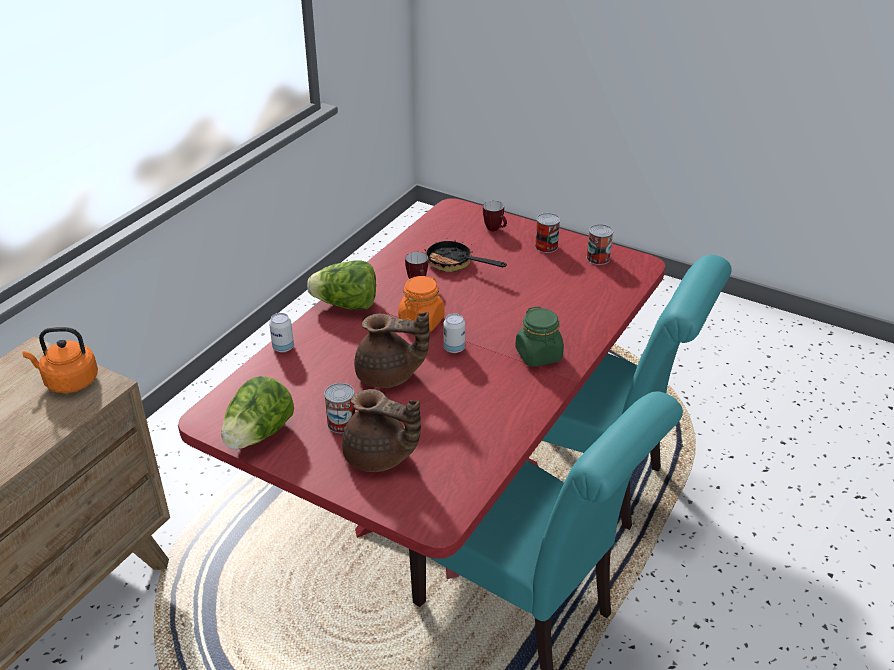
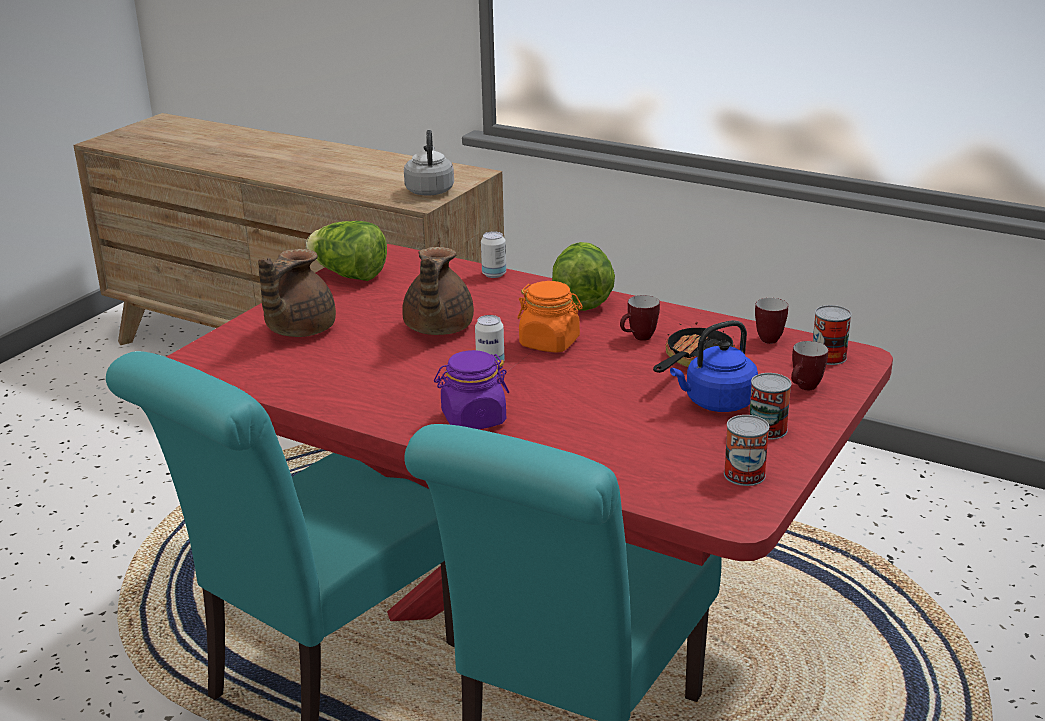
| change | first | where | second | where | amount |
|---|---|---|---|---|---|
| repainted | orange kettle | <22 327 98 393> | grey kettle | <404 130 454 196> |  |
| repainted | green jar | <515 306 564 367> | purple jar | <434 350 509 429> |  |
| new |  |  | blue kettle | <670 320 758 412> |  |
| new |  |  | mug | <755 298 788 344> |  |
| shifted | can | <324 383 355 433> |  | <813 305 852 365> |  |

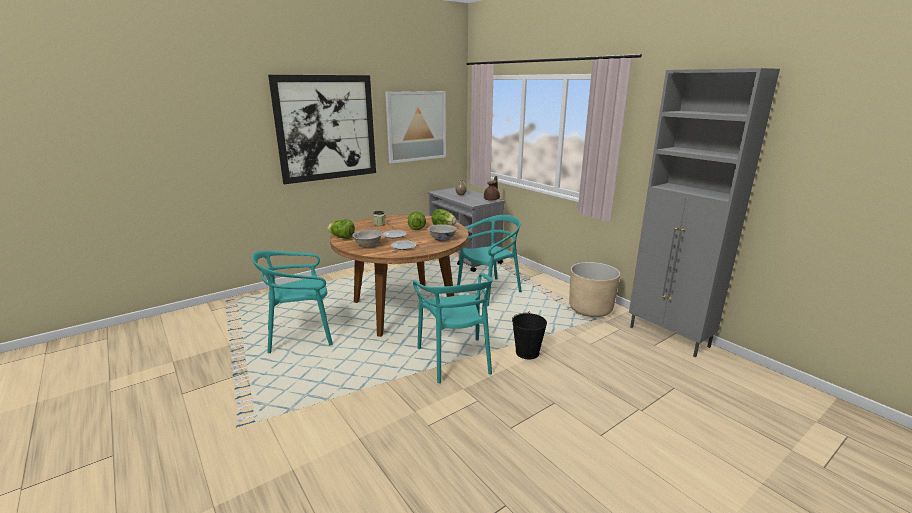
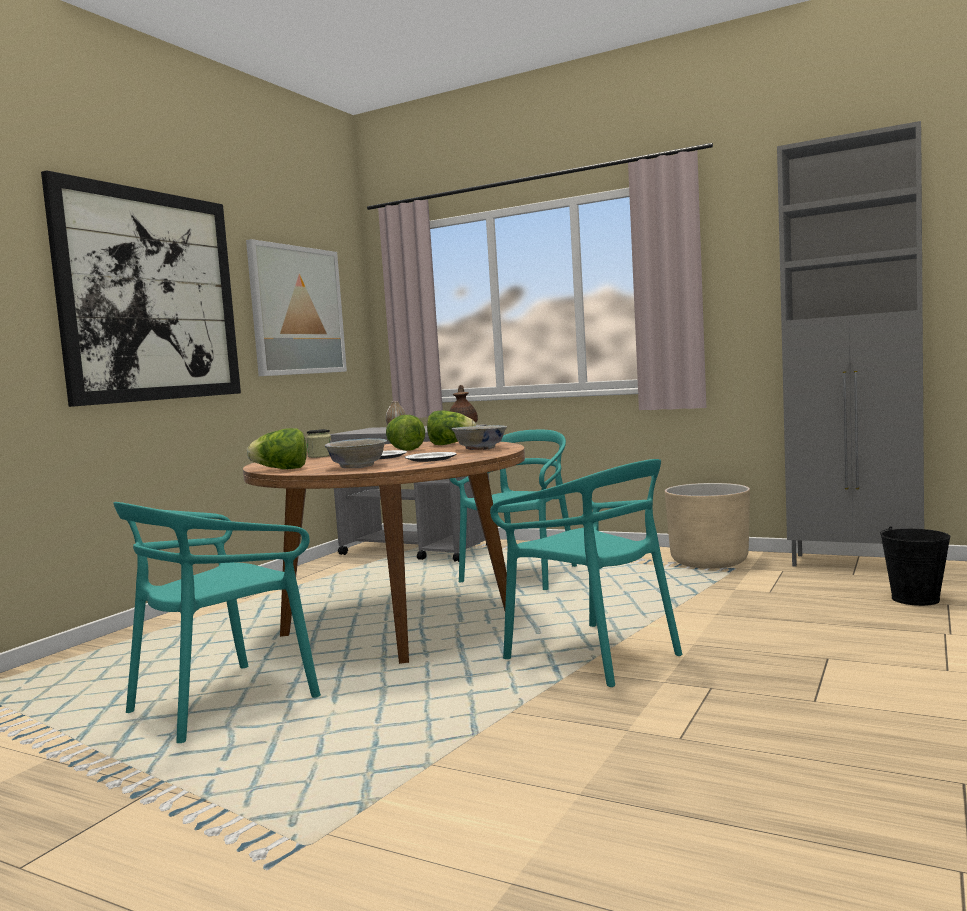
| change | first | where | second | where | amount |
|---|---|---|---|---|---|
| shifted | black bucket | <512 312 547 359> |  | <880 526 951 606> |  |

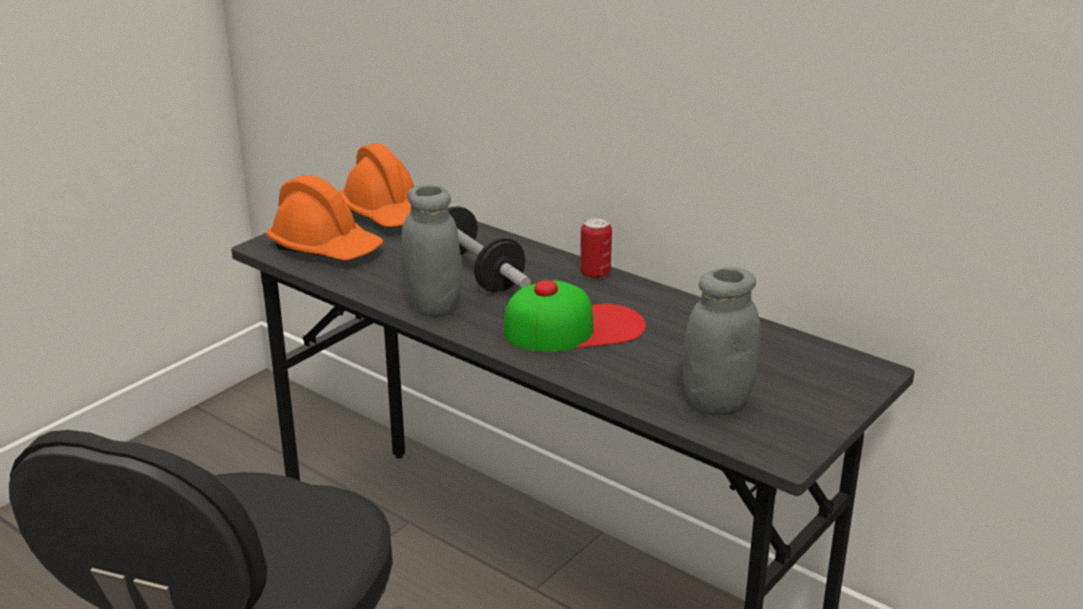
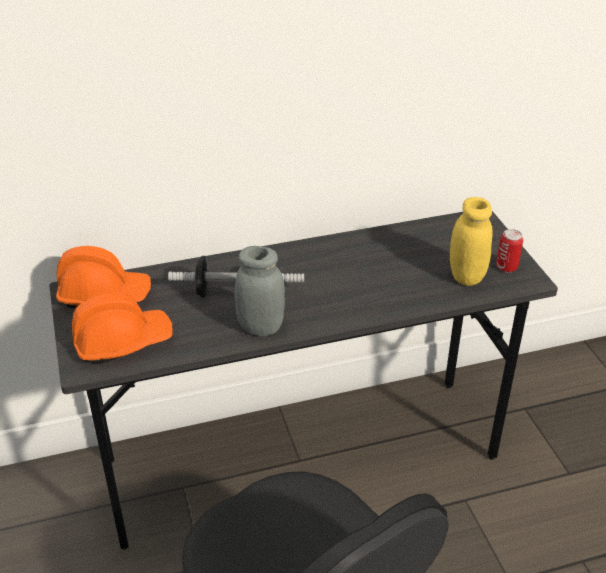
| change | first | where | second | where | amount |
|---|---|---|---|---|---|
| repainted | grey jar | <683 267 761 413> | yellow jar | <450 197 493 286> |  |
| shifted | can | <580 217 612 279> |  | <496 229 523 273> |  |
| gone | cap | <503 280 646 352> |  |  |  |

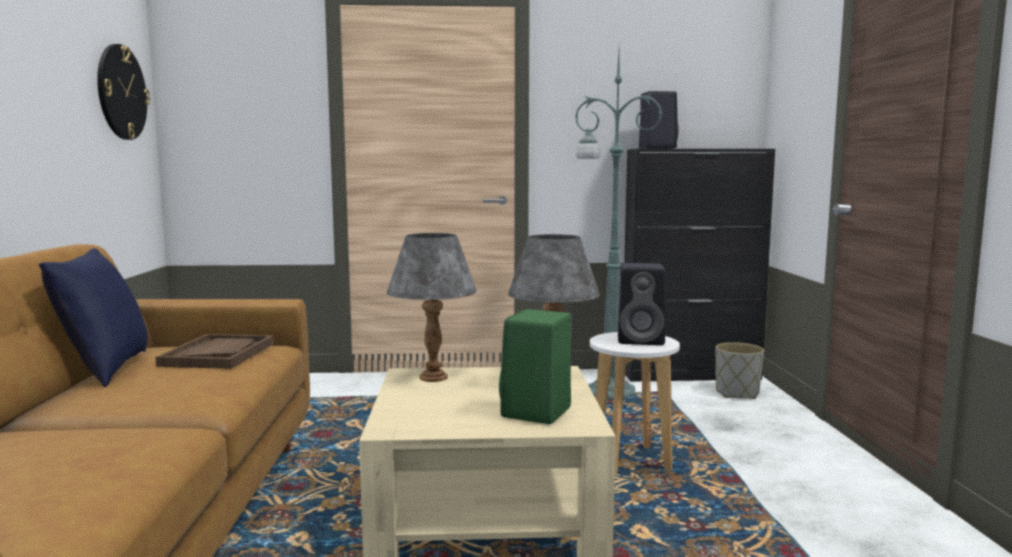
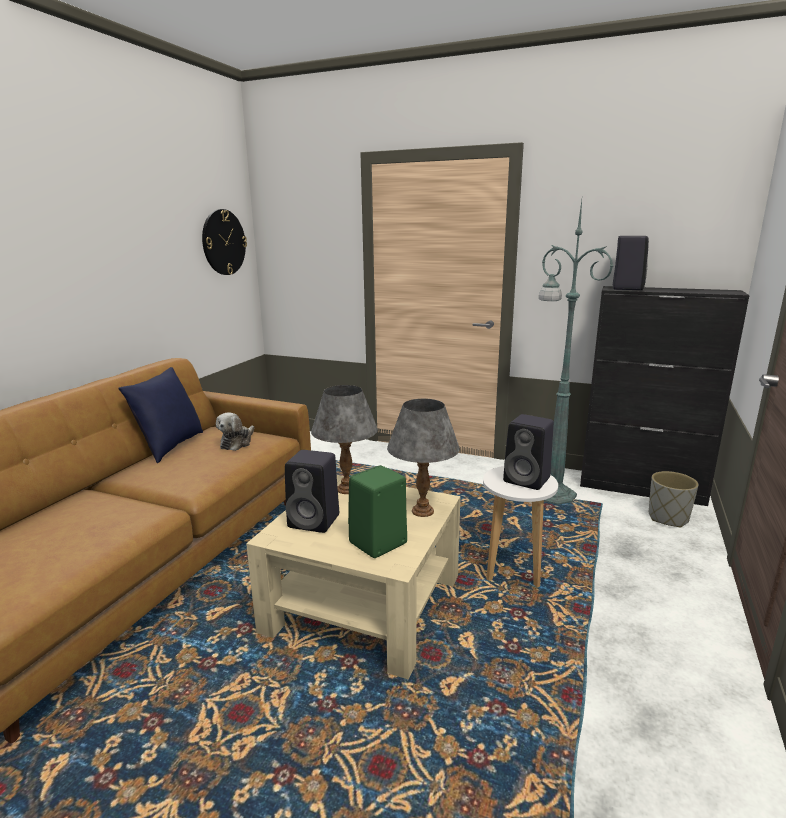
| change | first | where | second | where | amount |
|---|---|---|---|---|---|
| swapped | brown tray | <155 334 274 369> | plush toy | <216 412 254 451> |  |
| new |  |  | black speaker | <285 450 339 533> |  |

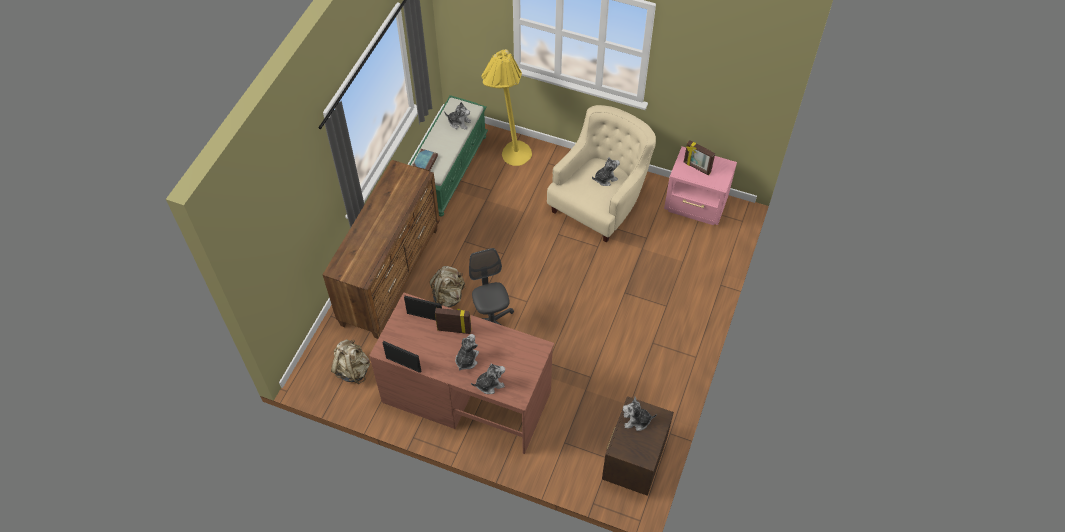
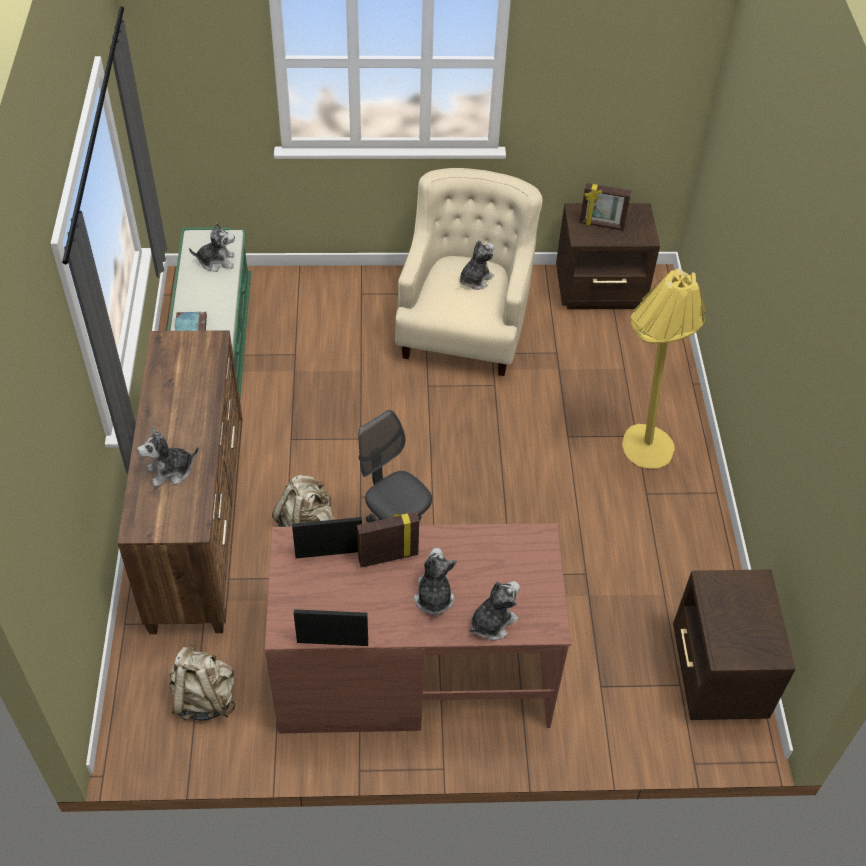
| change | first | where | second | where | amount |
|---|---|---|---|---|---|
| shifted | plush toy | <623 397 657 431> |  | <137 426 199 487> |  |
| repainted | pink nightstand | <664 146 737 225> | brown nightstand | <556 203 660 309> |  |
| shifted | yellow floor lamp | <481 49 532 166> |  | <622 268 706 469> |  |

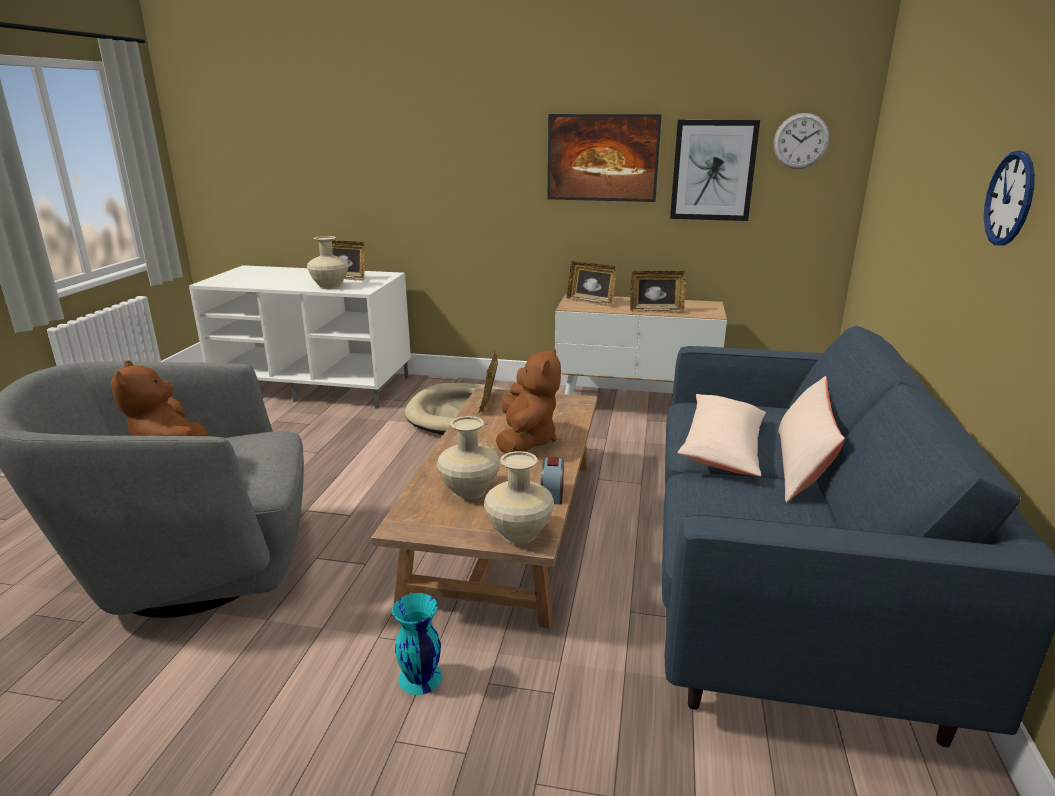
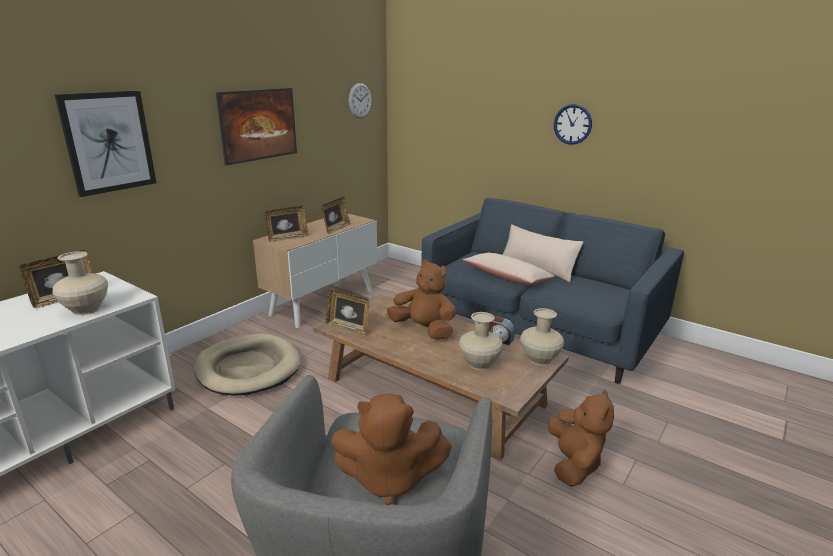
| change | first | where | second | where | amount |
|---|---|---|---|---|---|
| shifted | picture | <670 120 760 221> |  | <55 91 156 197> |  |
| swapped | turquoise vase | <392 593 442 695> | brown plush toy | <548 390 614 487> |  |

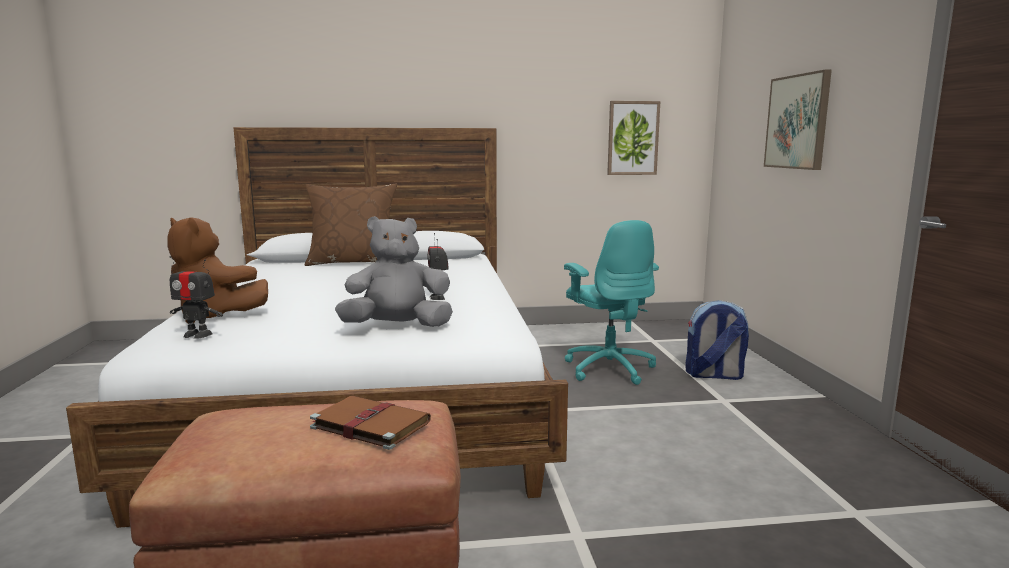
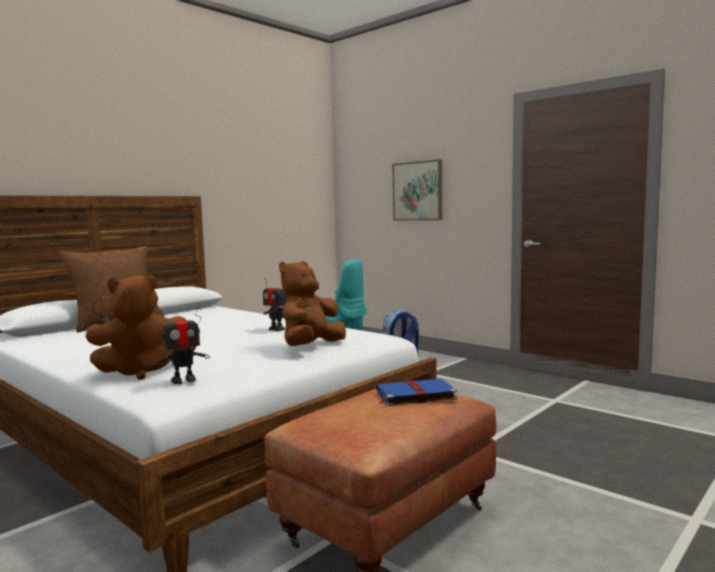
| change | first | where | second | where | amount |
|---|---|---|---|---|---|
| repainted | grey plush toy | <335 216 453 327> | brown plush toy | <279 261 346 346> |  |
| repainted | brown book | <310 396 431 450> | blue book | <376 379 457 406> |  |
| gone | picture | <607 101 660 175> |  |  |  |

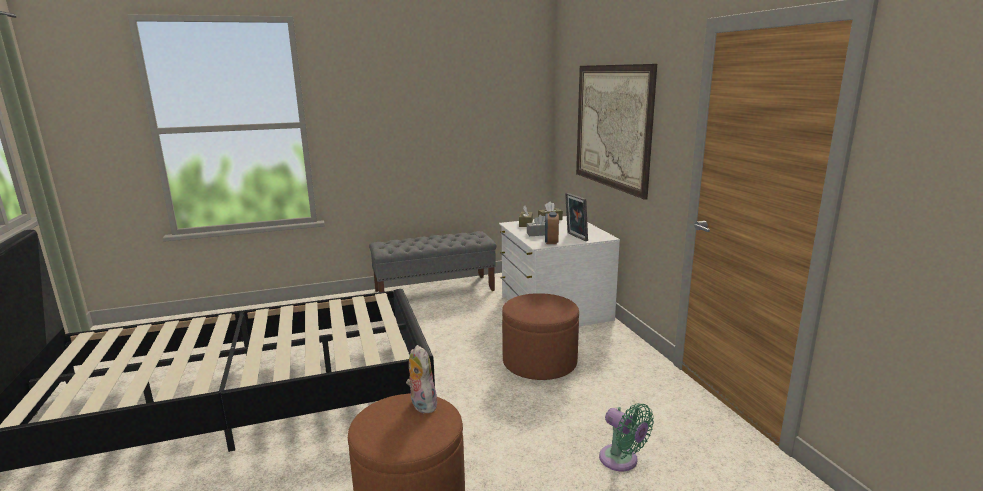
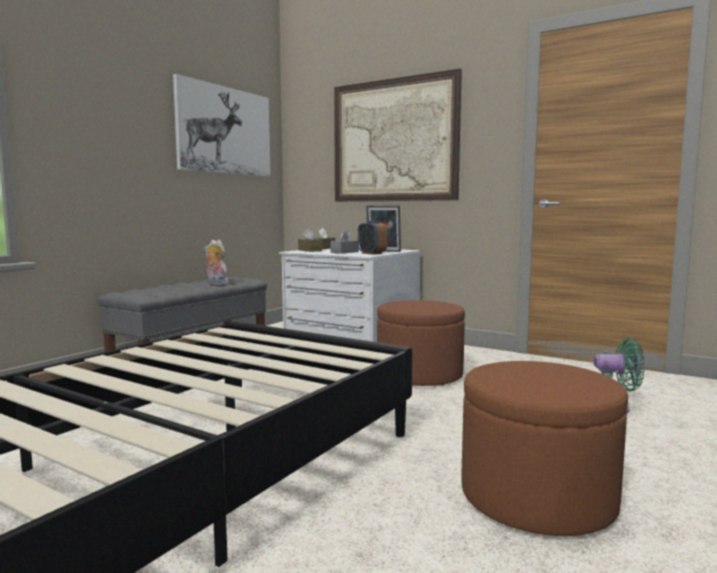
| change | first | where | second | where | amount |
|---|---|---|---|---|---|
| new |  |  | picture | <173 74 270 177> |  |
| shifted | plush toy | <406 345 437 413> |  | <203 240 229 285> |  |

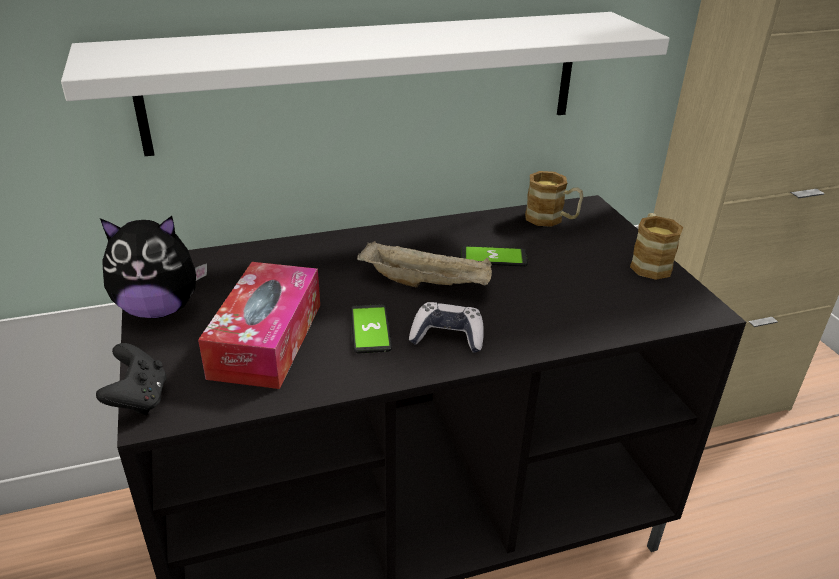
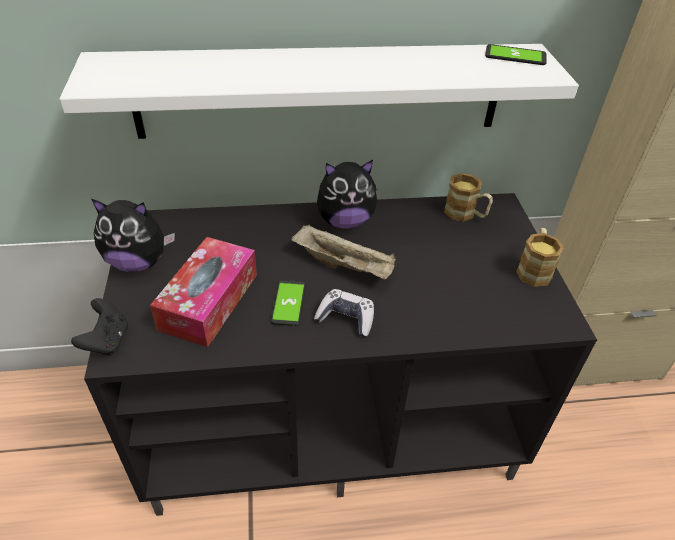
| change | first | where | second | where | amount |
|---|---|---|---|---|---|
| new |  |  | plush toy | <317 160 377 229> |  |
| shifted | phone | <461 246 528 267> |  | <485 44 547 65> |  |

